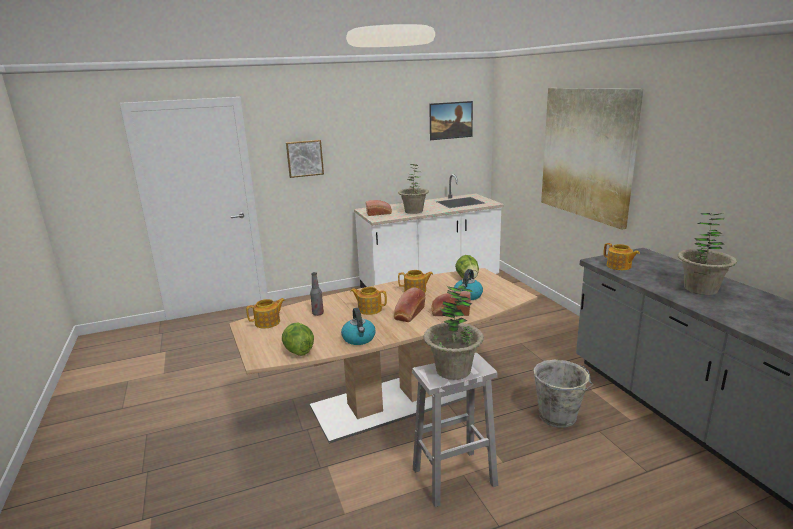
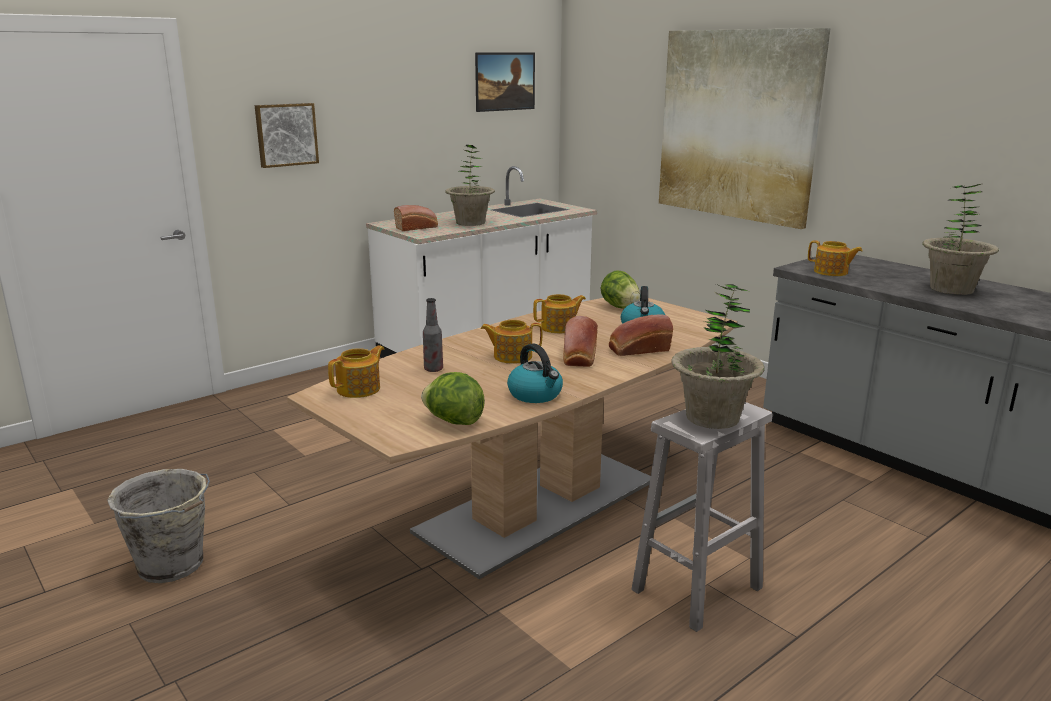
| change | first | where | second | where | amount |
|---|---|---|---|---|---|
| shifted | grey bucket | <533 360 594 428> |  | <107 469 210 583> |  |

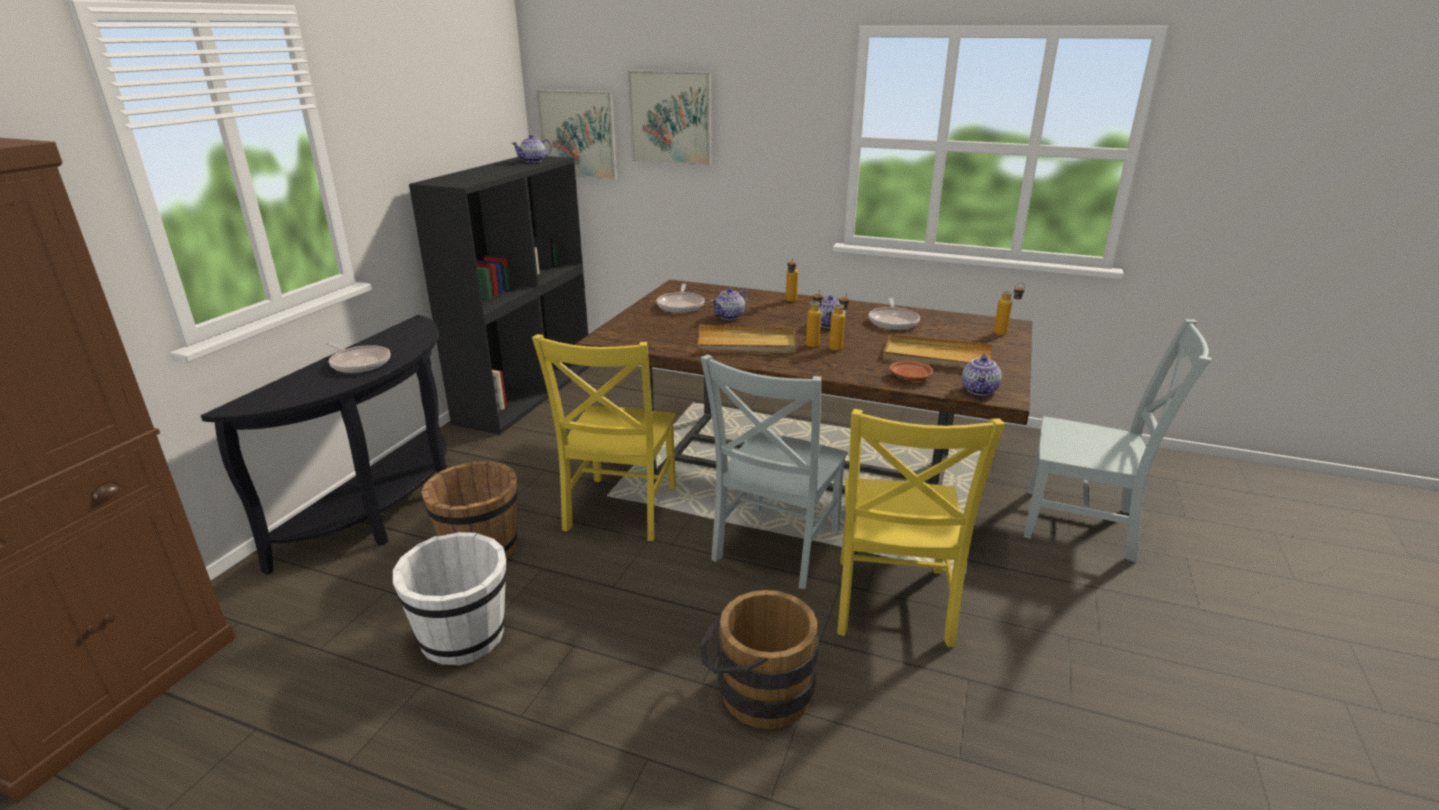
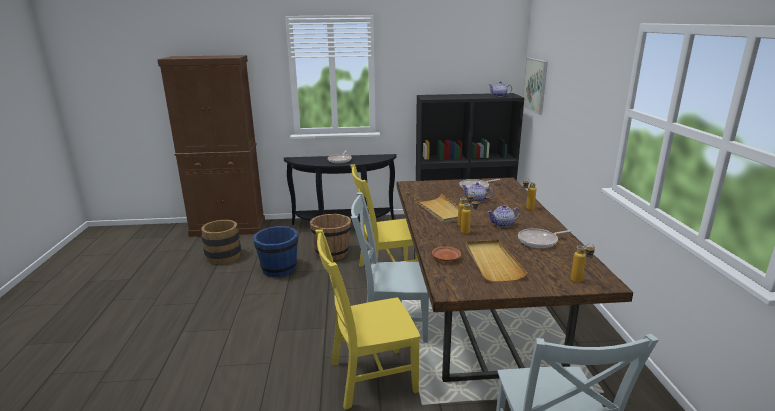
| change | first | where | second | where | amount |
|---|---|---|---|---|---|
| shifted | brown bucket | <700 590 819 729> |  | <198 220 242 264> |  |
| repainted | white bucket | <393 532 507 666> | blue bucket | <253 226 298 277> |  |
| gone | picture | <628 70 712 166> |  |  |  |
| gone | teapot | <962 354 1002 396> |  |  |  |

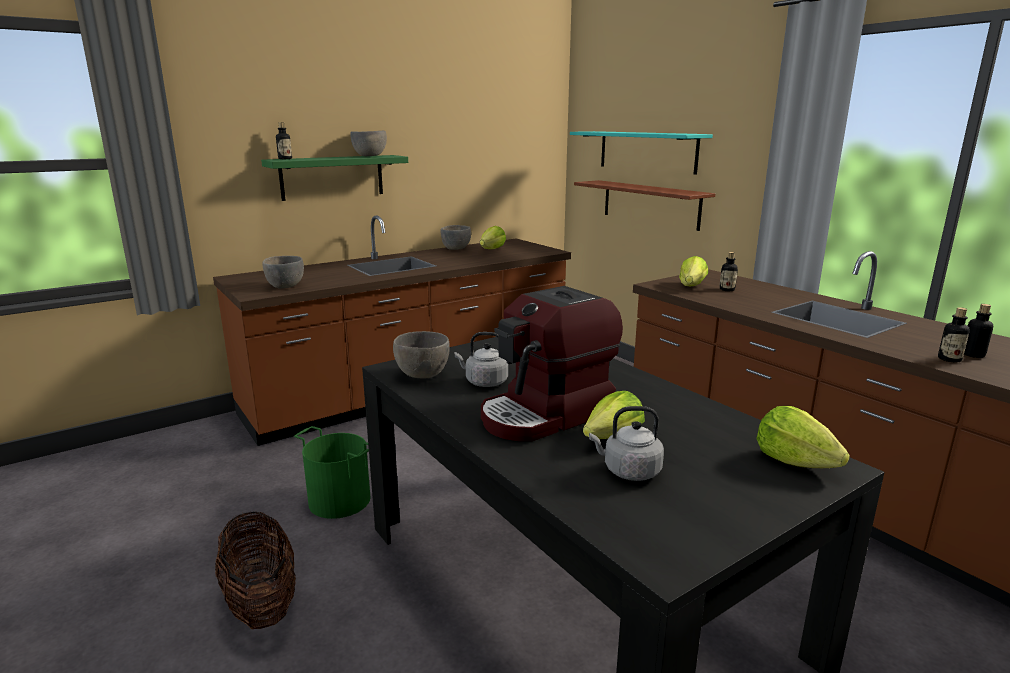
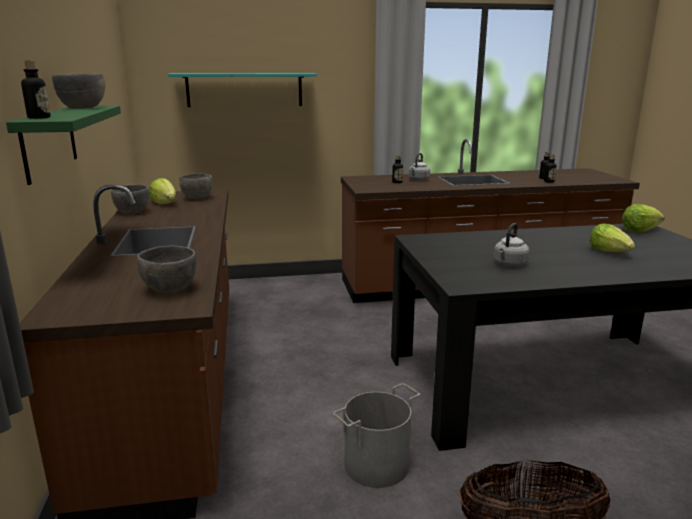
| change | first | where | second | where | amount |
|---|---|---|---|---|---|
| shifted | grey bowl | <393 331 450 378> |  | <179 174 212 199> |  |
| repainted | green bucket | <294 426 370 519> | grey bucket | <333 383 420 488> |  |
| shifted | grey kettle | <589 406 664 481> |  | <409 153 430 181> |  |
| gone | coffee machine | <481 286 623 442> |  |  |  |
| gone | brown shelf | <574 180 715 231> |  |  |  |
| gone | lettuce | <679 256 708 286> |  |  |  |

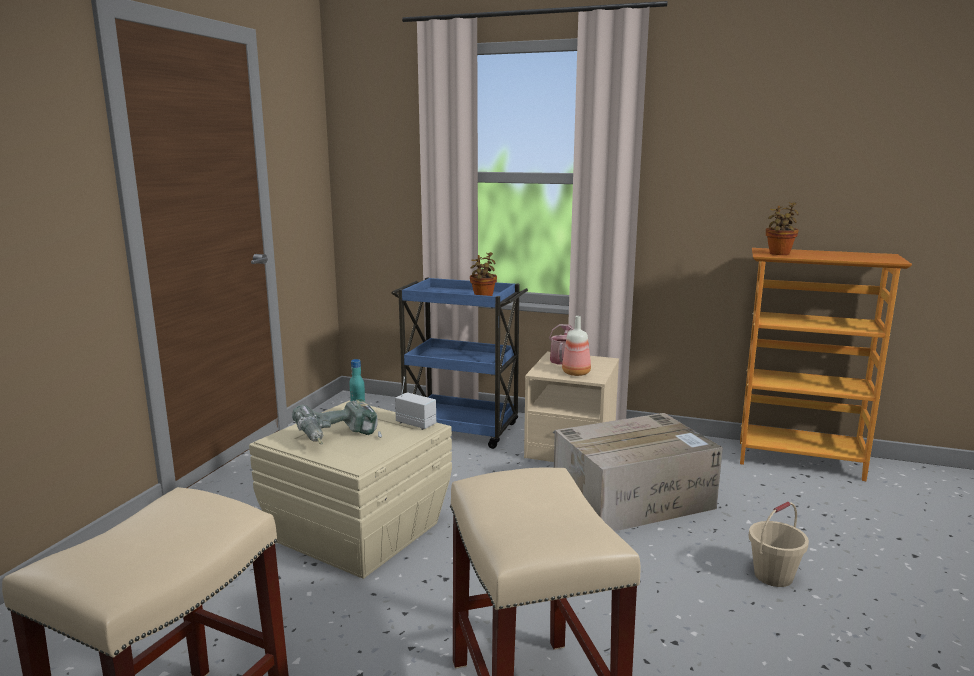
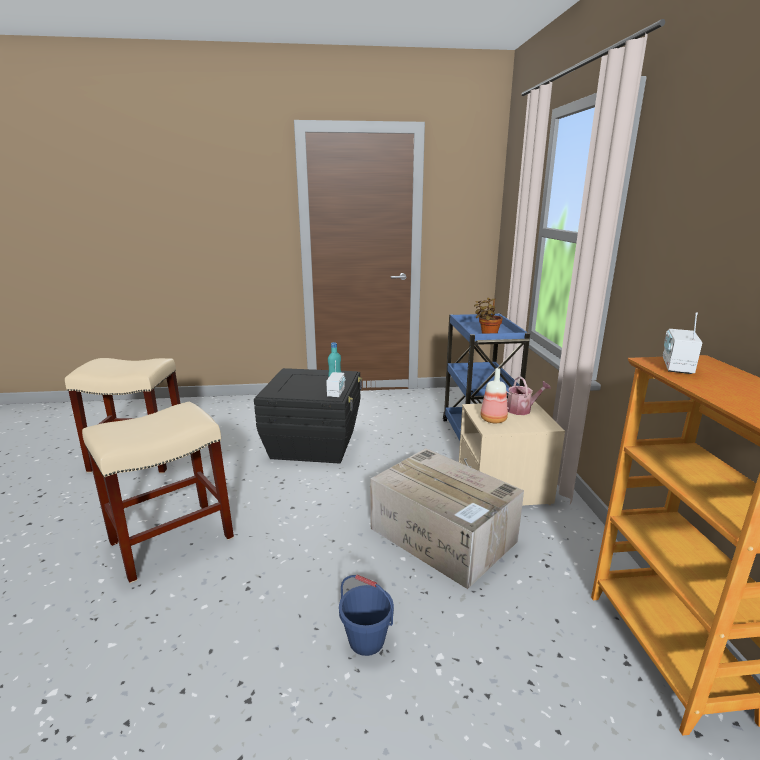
| change | first | where | second | where | amount |
|---|---|---|---|---|---|
| repainted | beige storage box | <249 401 452 579> | black storage box | <254 368 362 464> |  |
| repainted | beige bucket | <749 502 809 587> | blue bucket | <339 575 394 656> |  |
| swapped | potted plant | <766 202 799 255> | radio | <663 312 702 374> |  |
| gone | power drill | <292 399 382 445> |  |  |  |

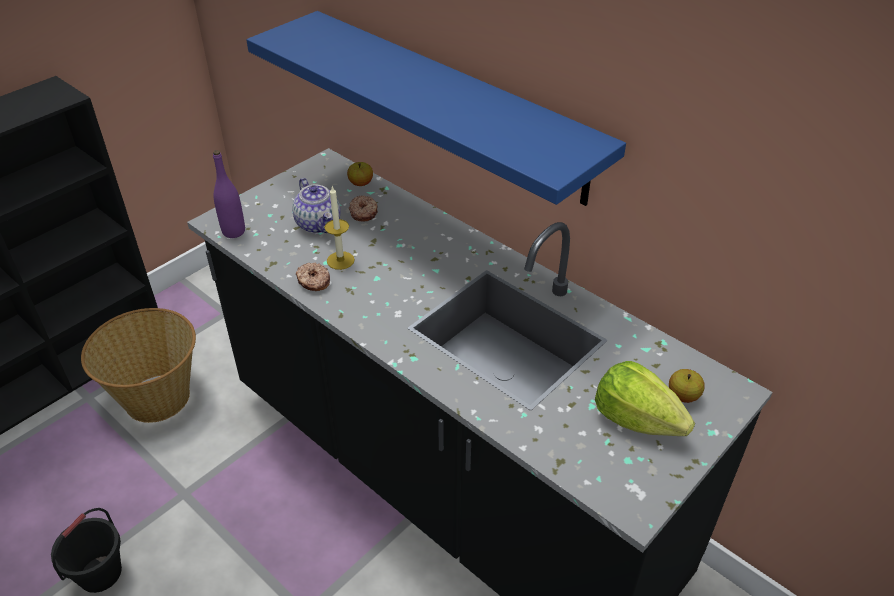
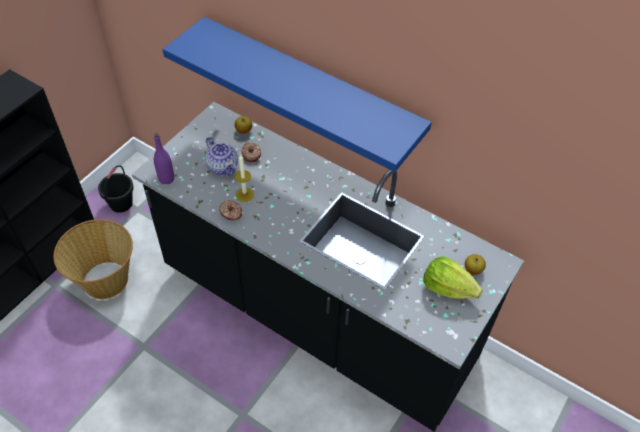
| change | first | where | second | where | amount |
|---|---|---|---|---|---|
| shifted | black bucket | <51 508 122 593> |  | <98 165 134 213> |  |

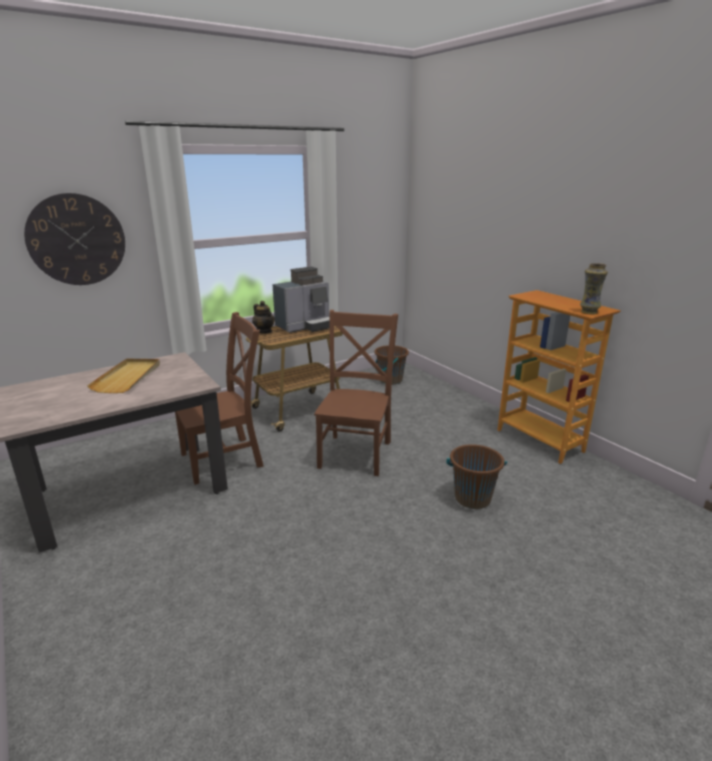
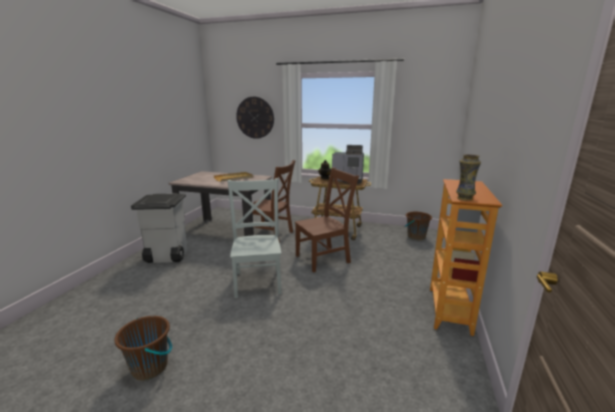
| change | first | where | second | where | amount |
|---|---|---|---|---|---|
| shifted | brown bucket | <446 444 507 509> |  | <114 316 172 380> |  |
| new |  |  | grey trash can | <131 193 188 263> |  |
| new |  |  | grey chair | <228 178 282 298> |  |

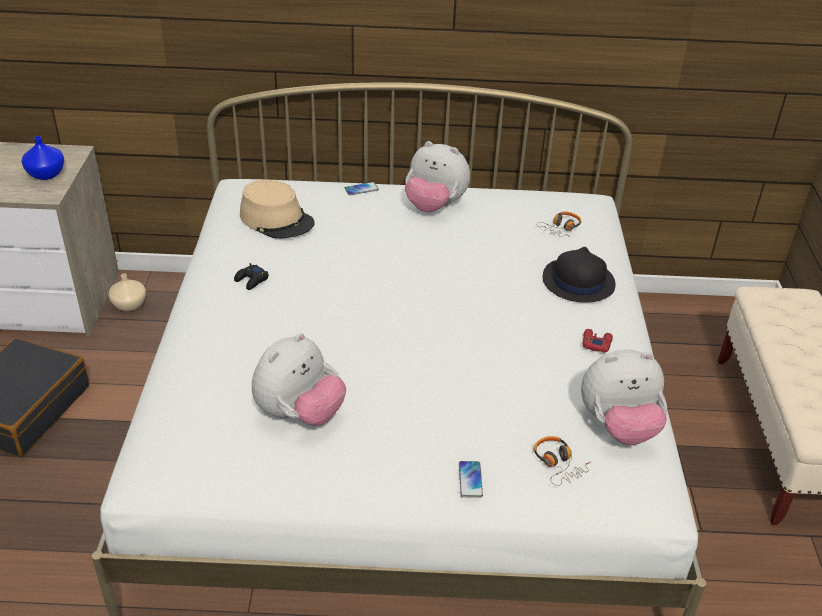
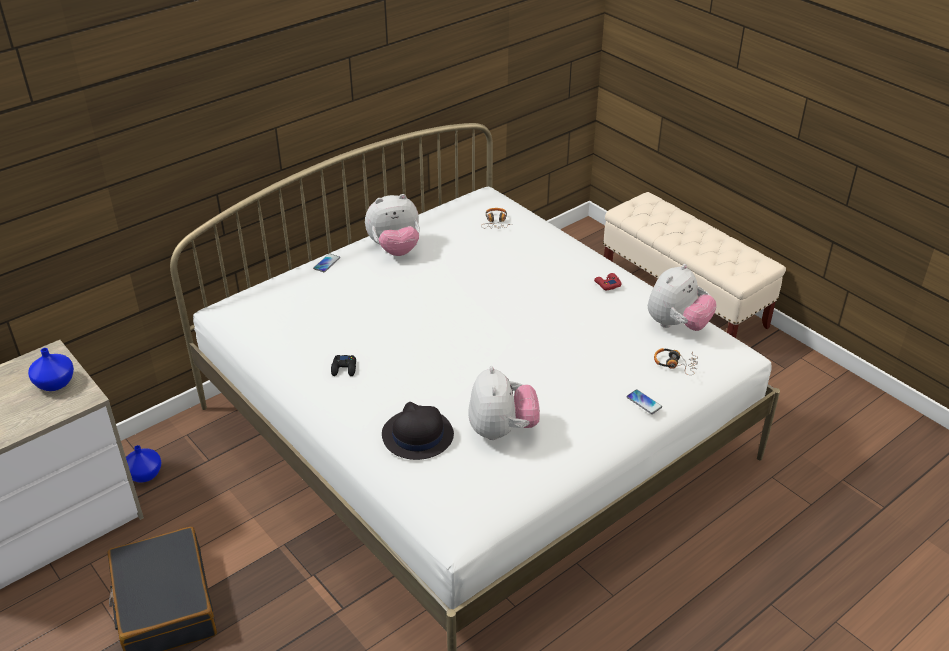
| change | first | where | second | where | amount |
|---|---|---|---|---|---|
| repainted | beige vase | <108 274 146 311> | blue vase | <126 445 162 483> |  |
| shifted | black hat | <543 247 615 303> |  | <382 402 454 460> |  |
| gone | beige hat | <240 180 314 239> |  |  |  |

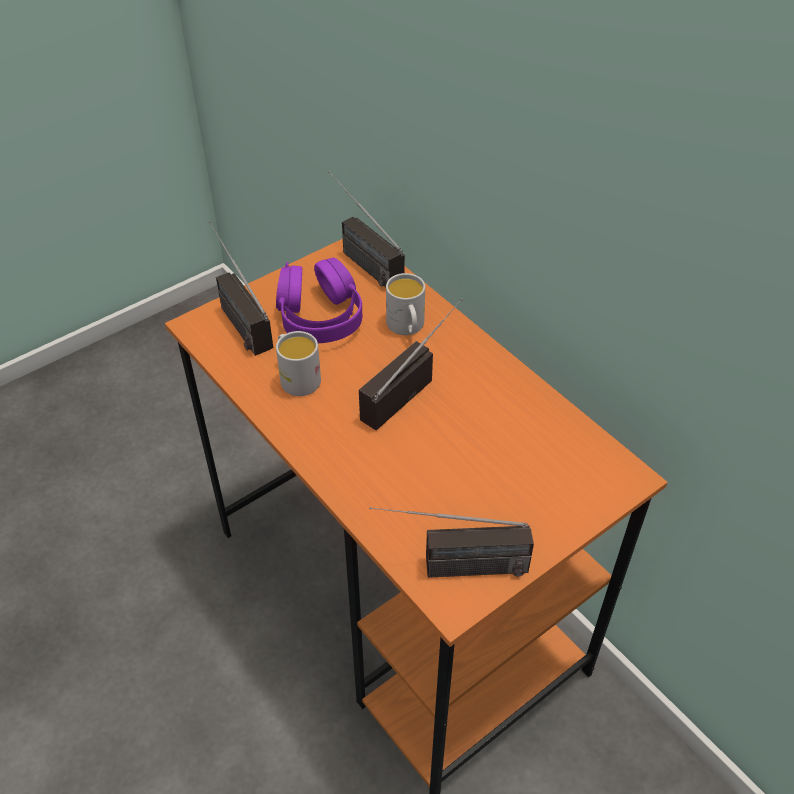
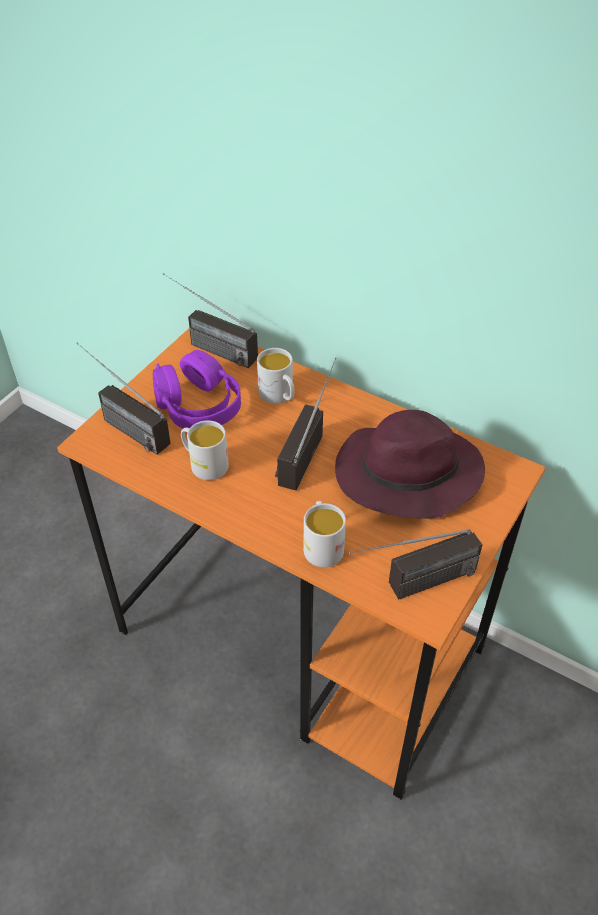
| change | first | where | second | where | amount |
|---|---|---|---|---|---|
| new |  |  | white mug | <304 501 346 567> |  |
| new |  |  | purple hat | <335 410 485 519> |  |

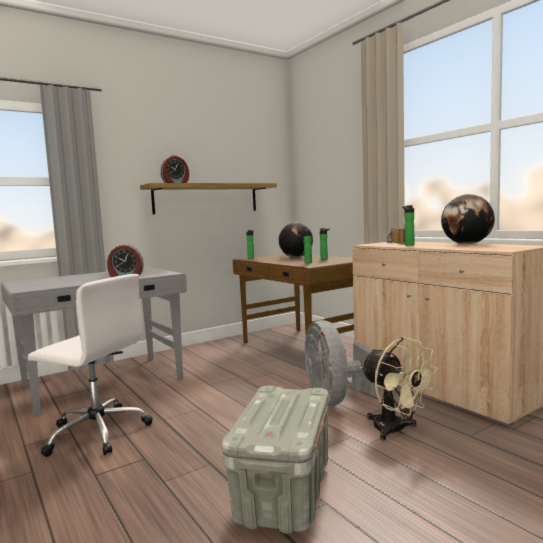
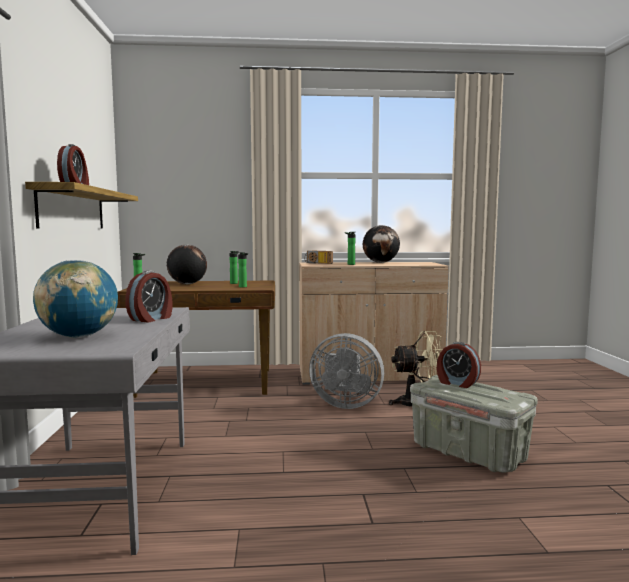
| change | first | where | second | where | amount |
|---|---|---|---|---|---|
| new |  |  | globe | <33 260 118 338> |  |
| new |  |  | alarm clock | <437 342 481 388> |  |
| gone | white office chair | <28 274 153 457> |  |  |  |

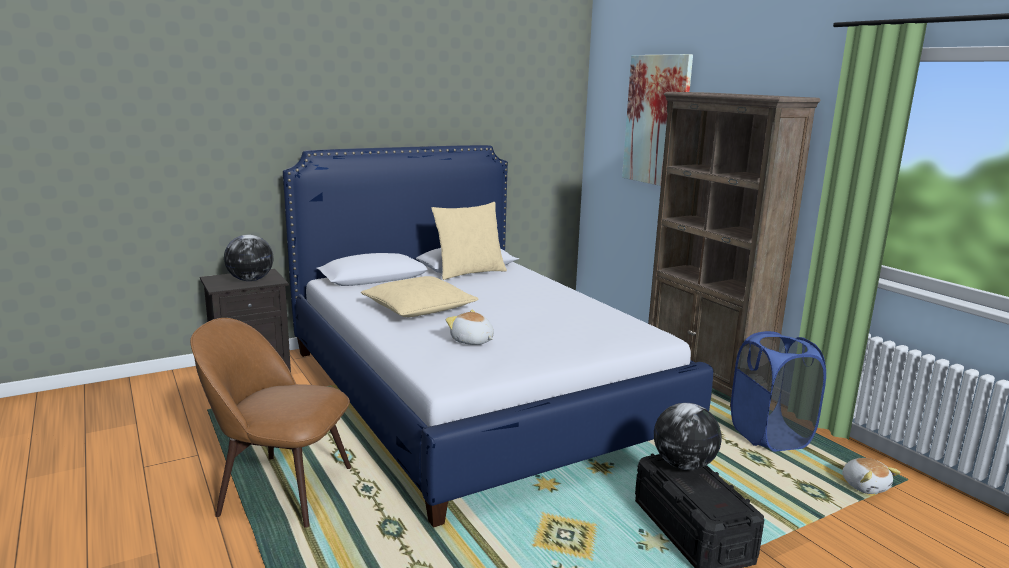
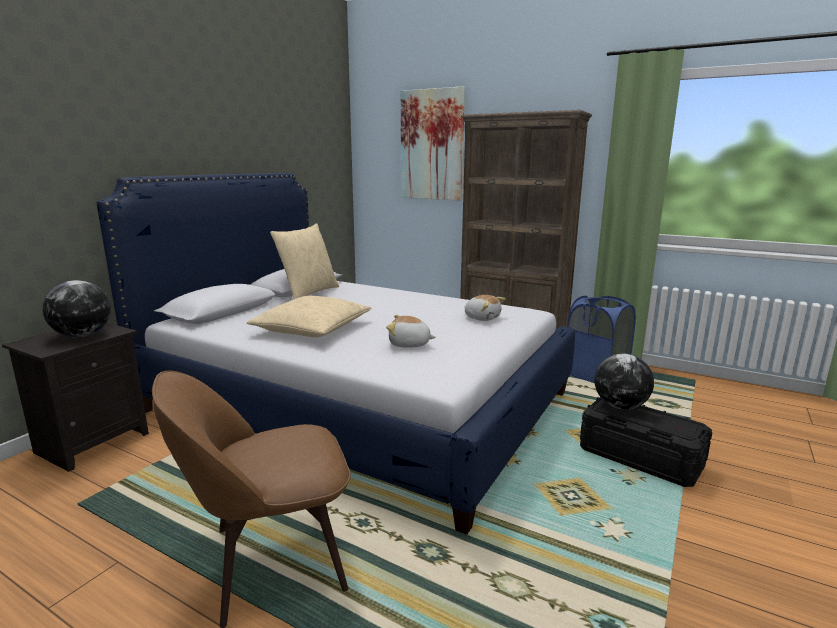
| change | first | where | second | where | amount |
|---|---|---|---|---|---|
| shifted | plush toy | <842 458 901 494> |  | <464 295 506 321> |  |

